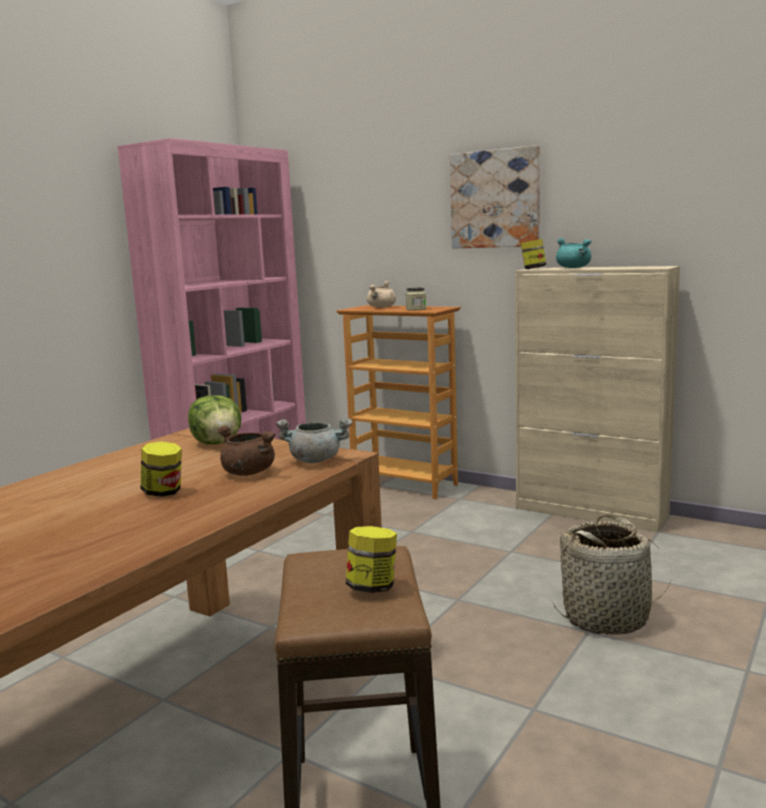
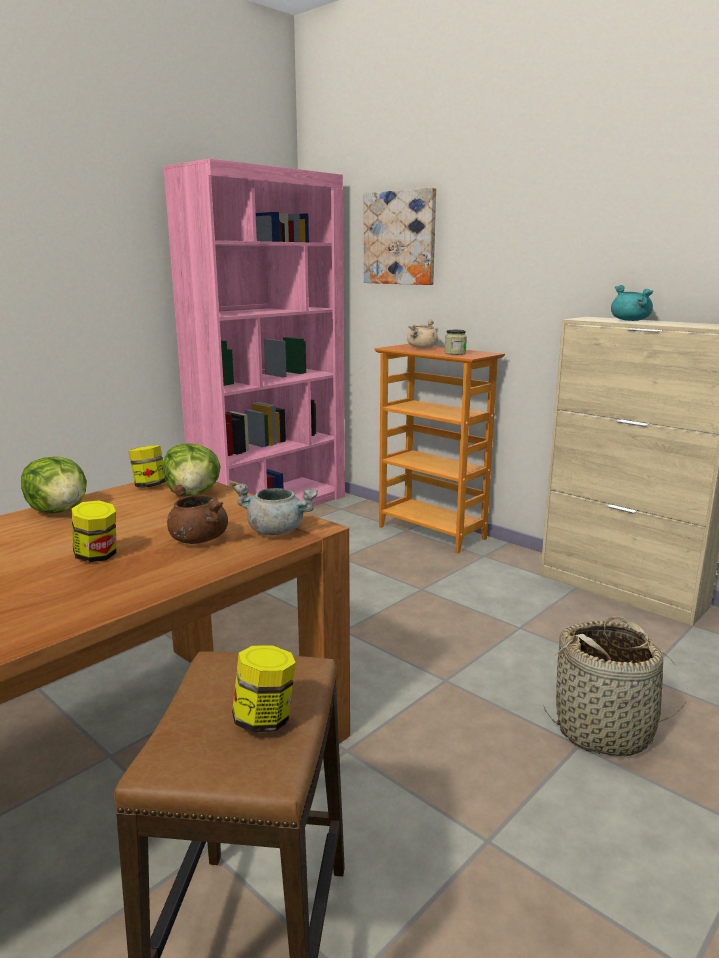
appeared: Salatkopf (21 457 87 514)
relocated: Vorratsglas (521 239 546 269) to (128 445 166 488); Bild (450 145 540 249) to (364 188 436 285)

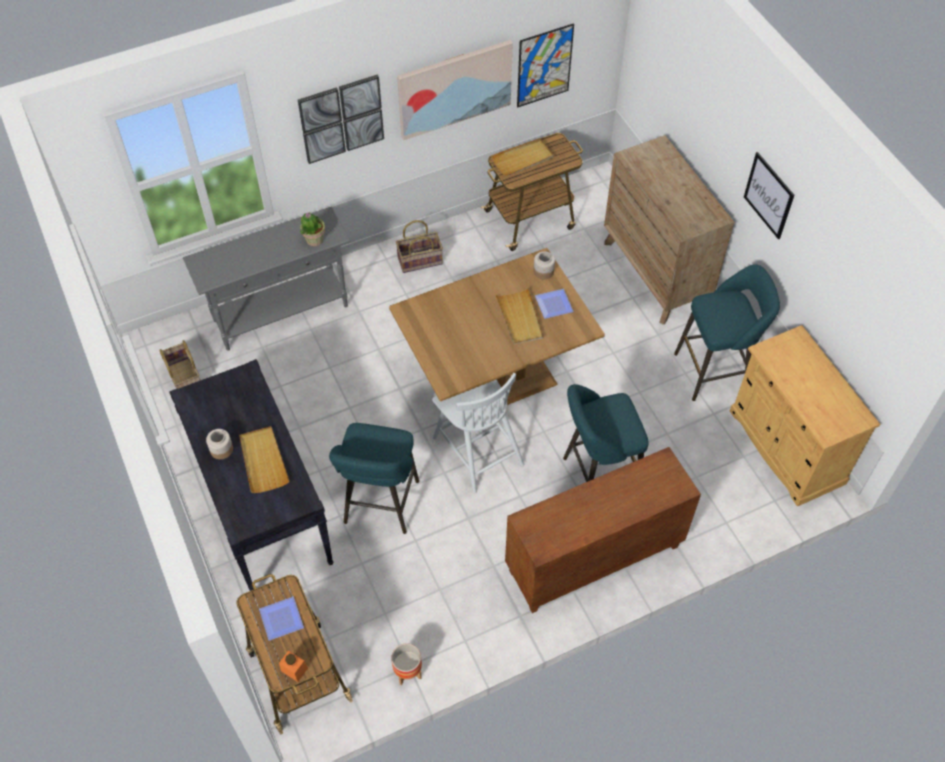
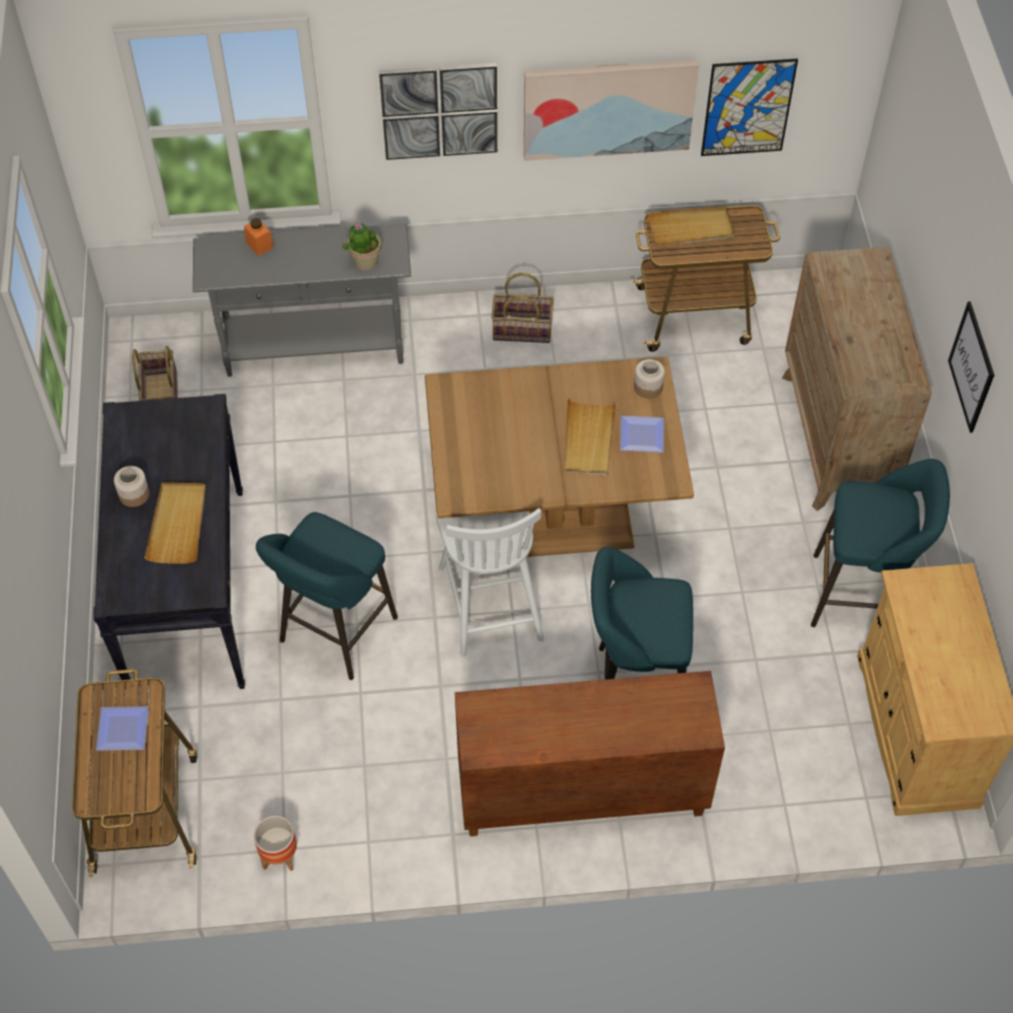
relocated: Vorratsglas (orange) (279 651 308 682) to (244 218 274 256)

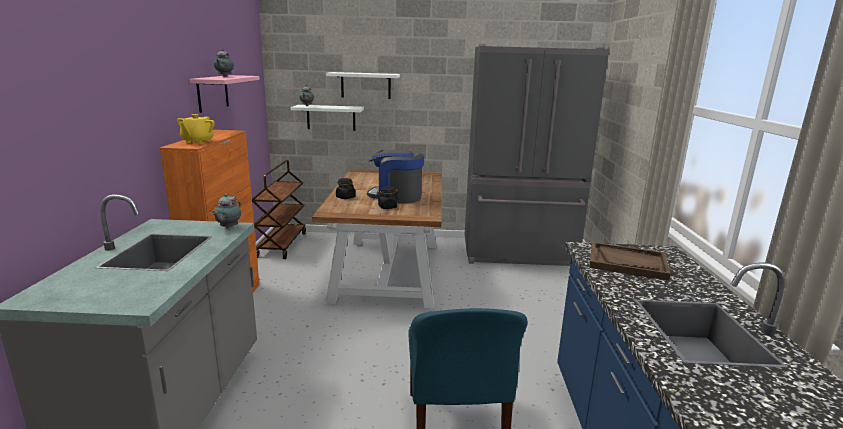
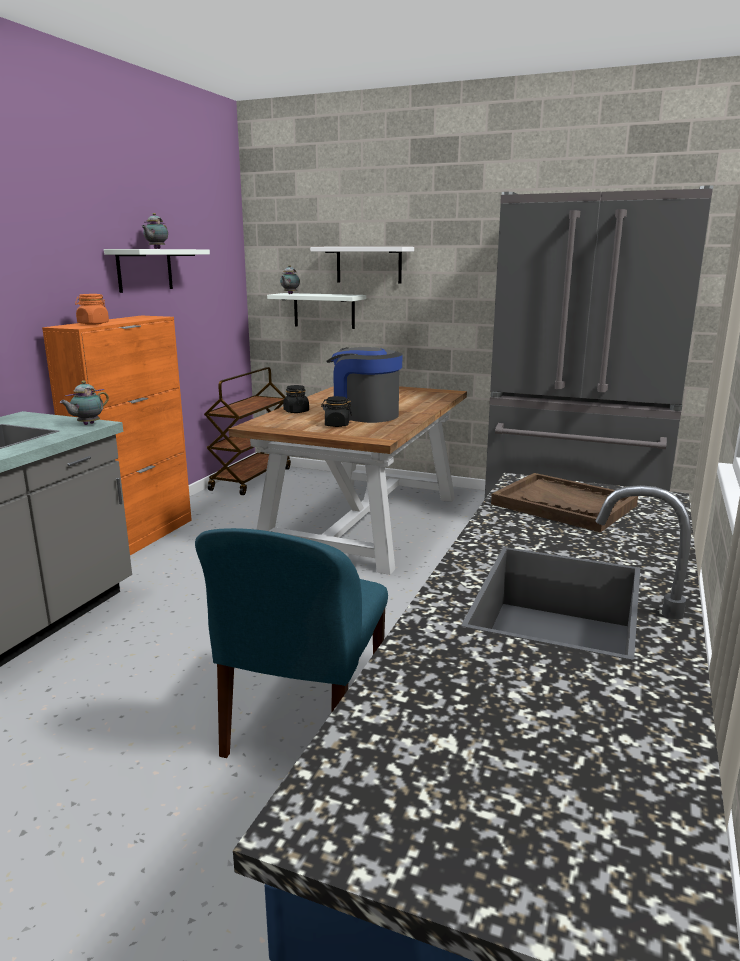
exchanged: Teekanne (gelb) (177 114 215 144) to Vorratsglas (orange) (75 294 109 325)
colour: Wandregal (rosa) (190 75 260 113) to Wandregal (weiß) (104 249 210 293)

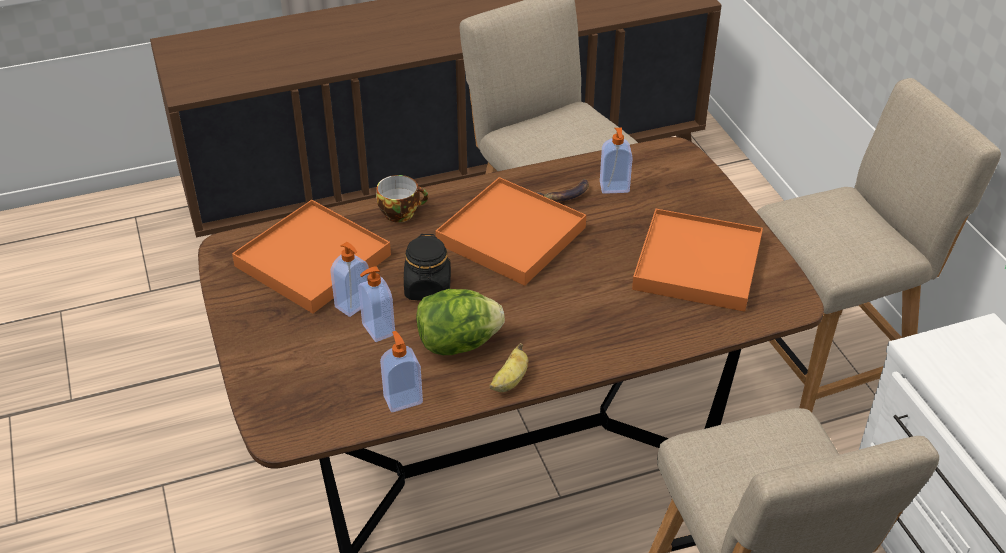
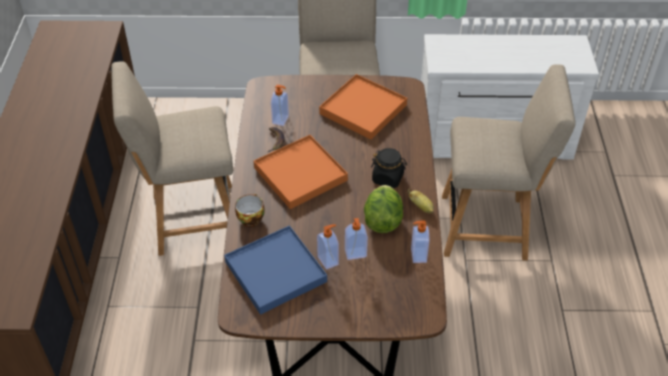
relocated: Vorratsglas (schwarz) (404 234 451 301) to (371 148 407 188)
colour: Tablett (orange) (232 200 391 314) to Tablett (blau) (224 225 327 315)

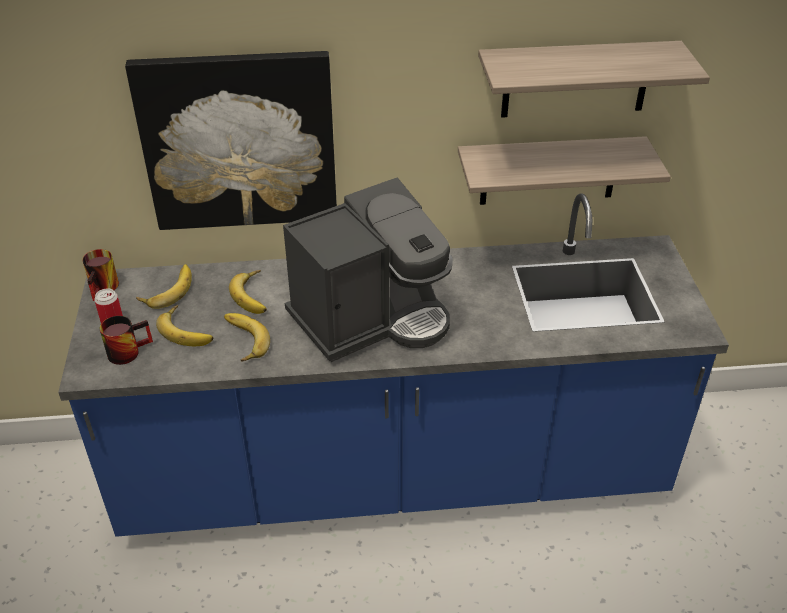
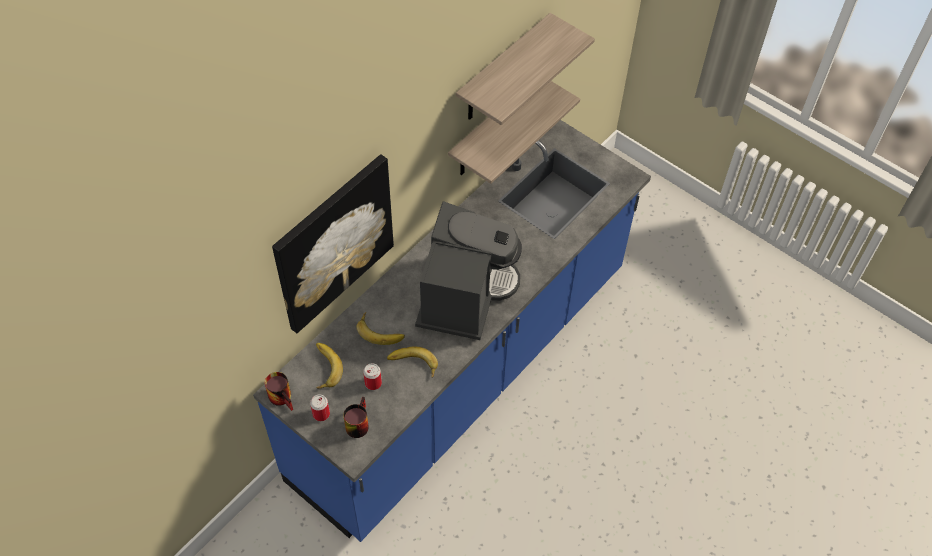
exchanged: Banane (156 305 213 346) to Dose (363 363 382 390)

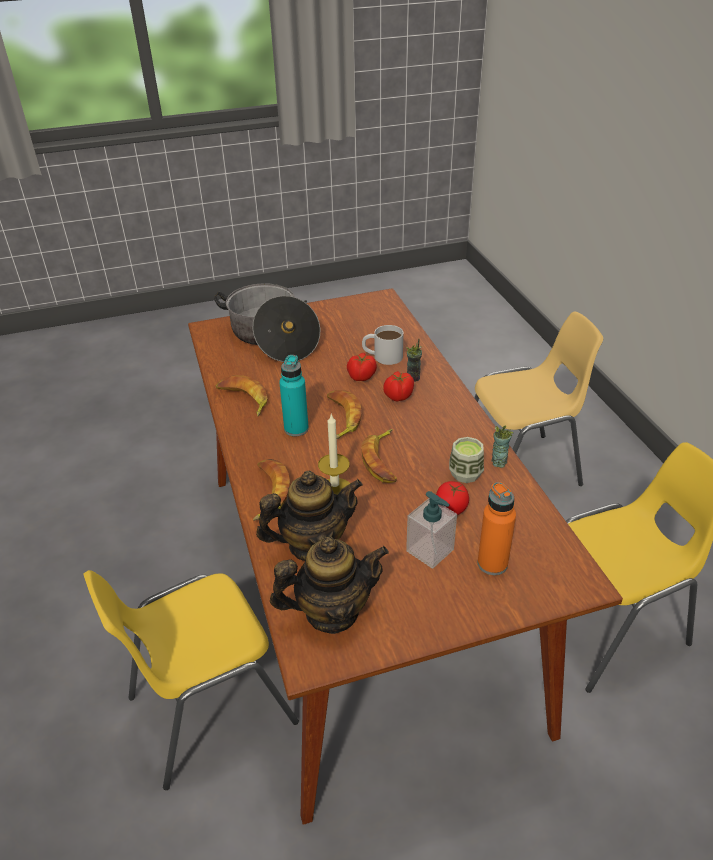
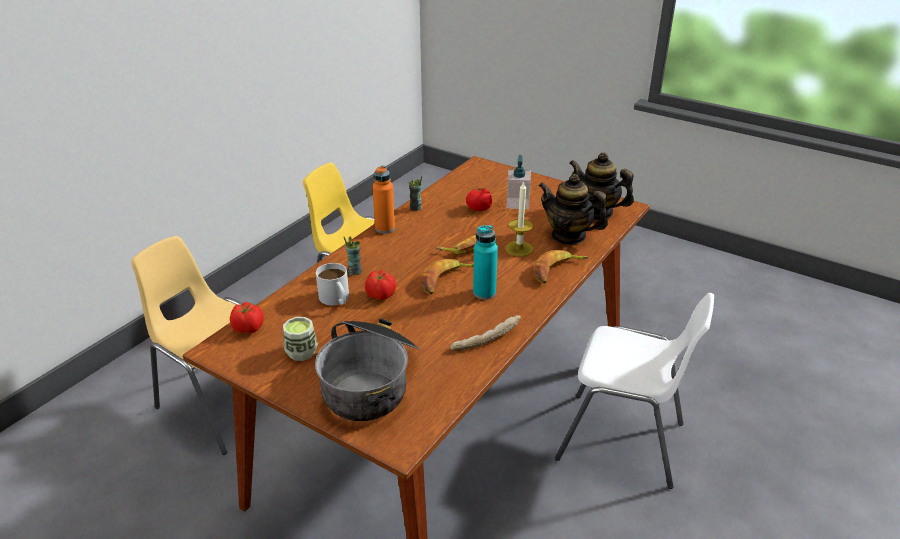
relocated: Tomate (383 371 414 402) to (230 302 264 333); Tasse (449 437 484 483) to (283 317 318 361); Flasche (orange) (478 482 516 575) to (372 165 395 234)
exchanged: Banane (215 375 268 417) to Brot (450 315 521 351)
colour: Stuhl (gelb) (83 570 299 790) to Stuhl (weiß) (555 293 714 489)

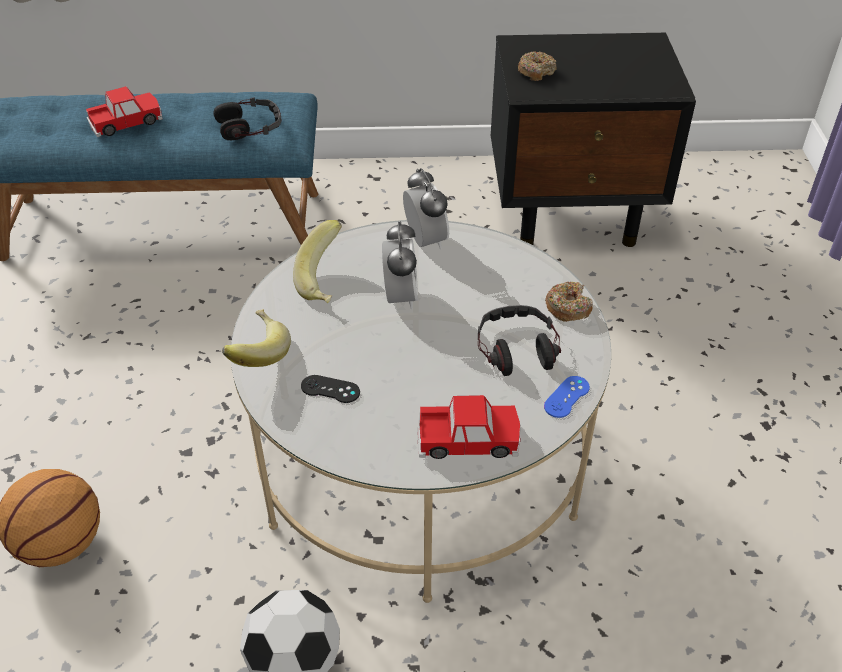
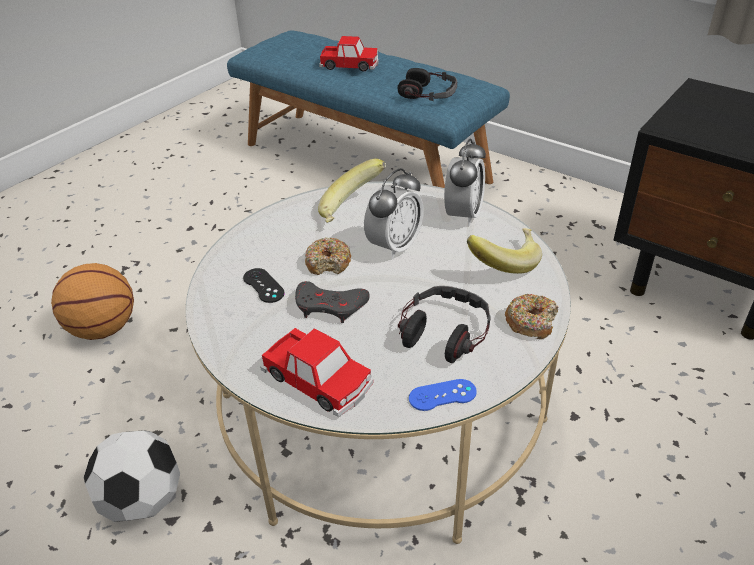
appeared: Gamepad (grau) (295 281 370 323)
relocated: Donut (518 51 557 81) to (305 237 351 275); Banane (222 309 291 367) to (467 228 542 274)

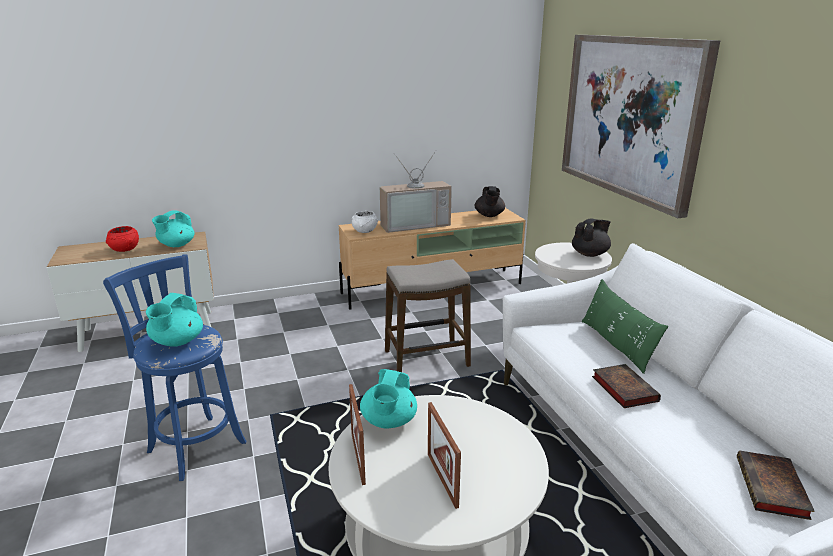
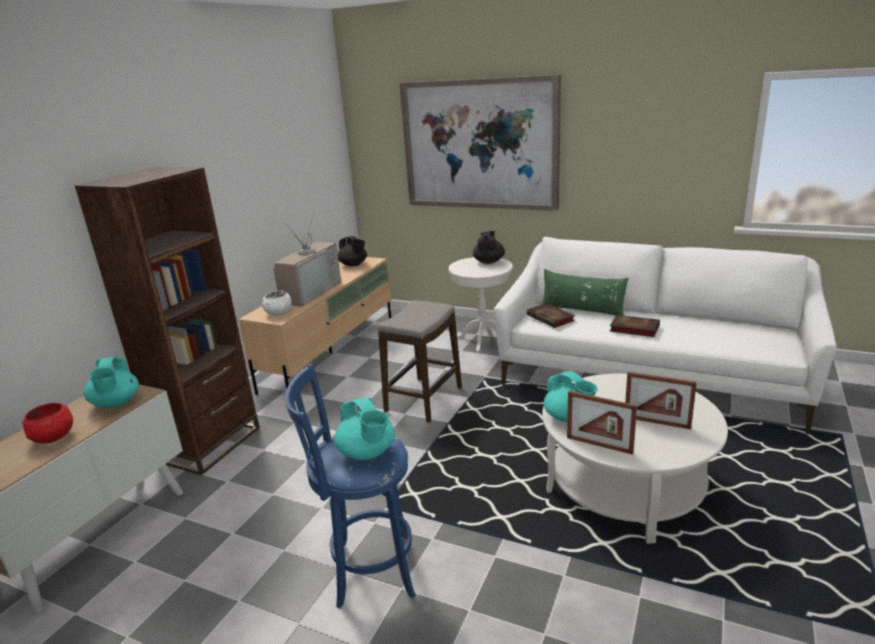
appeared: Bücherregal (braun) (75 167 260 475)
relocated: Buch (737 451 815 520) to (527 303 575 328)

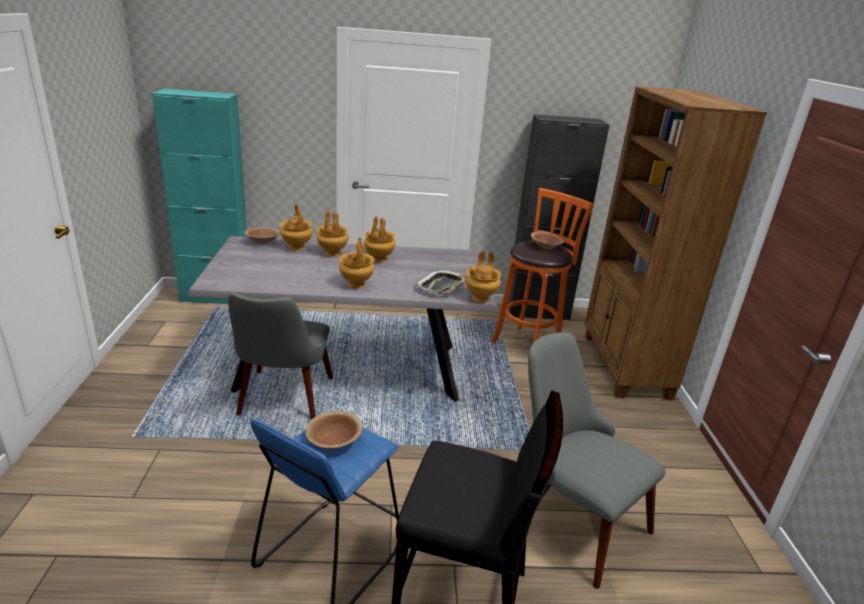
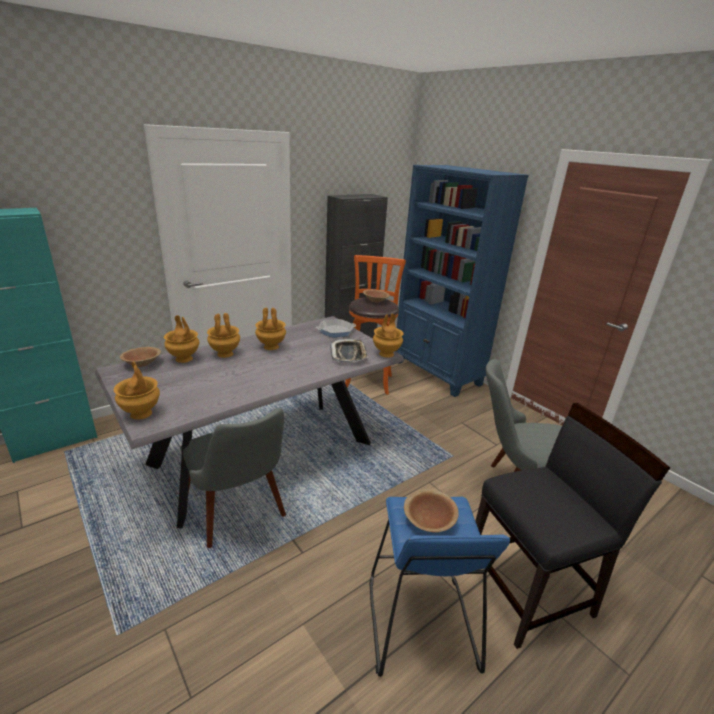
appeared: Pfanne (316 319 356 337)
relocated: Vase (braun) (339 237 374 288) to (114 362 160 420)
colour: Bücherregal (braun) (585 86 767 400) to Bücherregal (blau) (395 165 529 397)

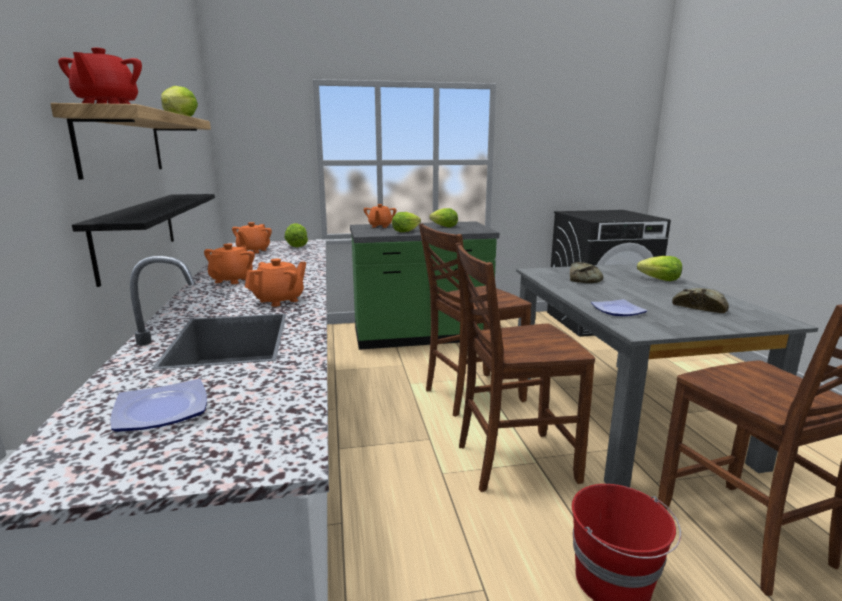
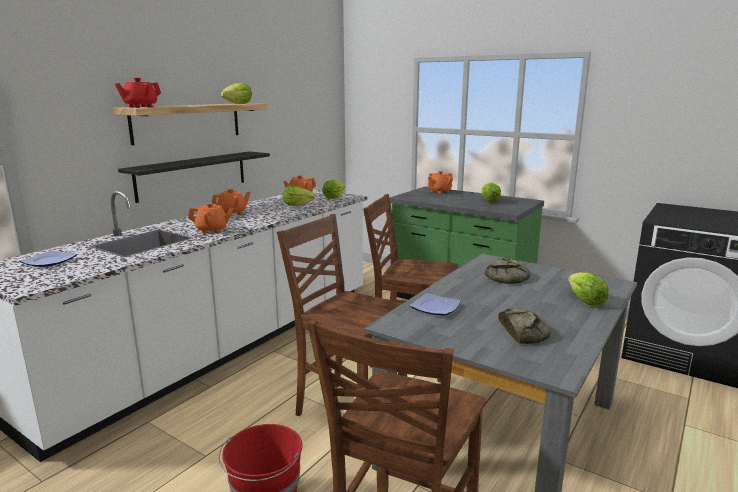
relocated: Salatkopf (392 212 421 232) to (283 186 315 206)

